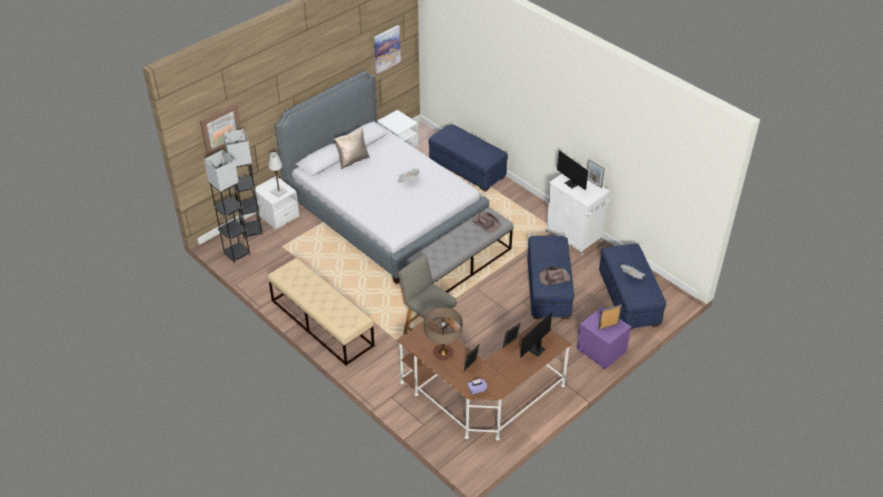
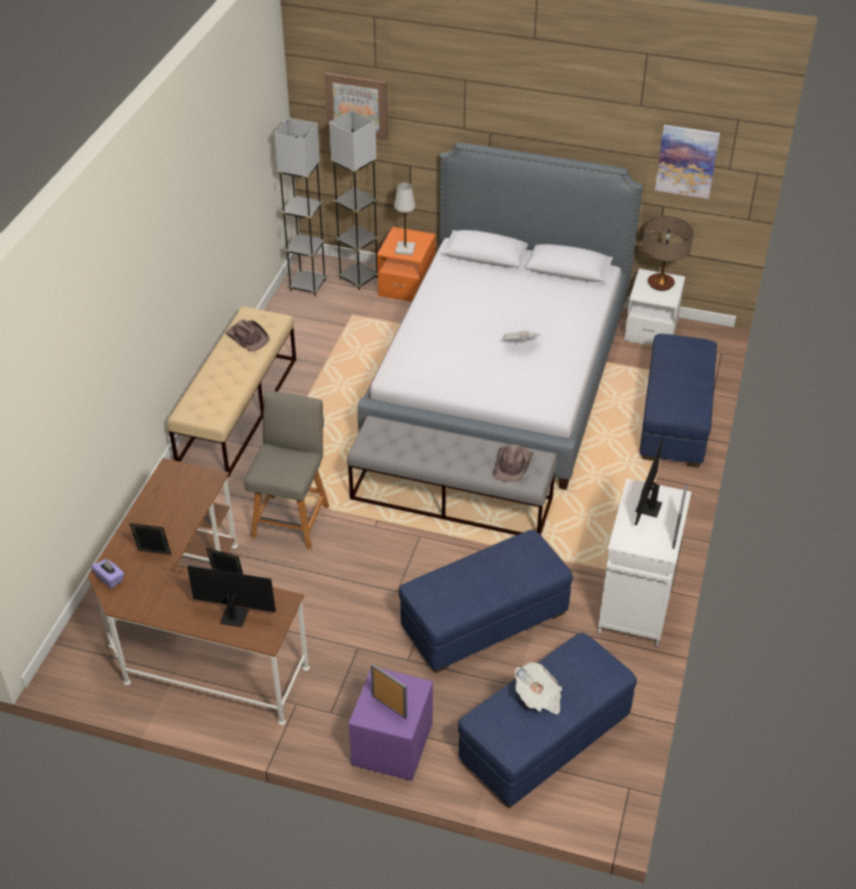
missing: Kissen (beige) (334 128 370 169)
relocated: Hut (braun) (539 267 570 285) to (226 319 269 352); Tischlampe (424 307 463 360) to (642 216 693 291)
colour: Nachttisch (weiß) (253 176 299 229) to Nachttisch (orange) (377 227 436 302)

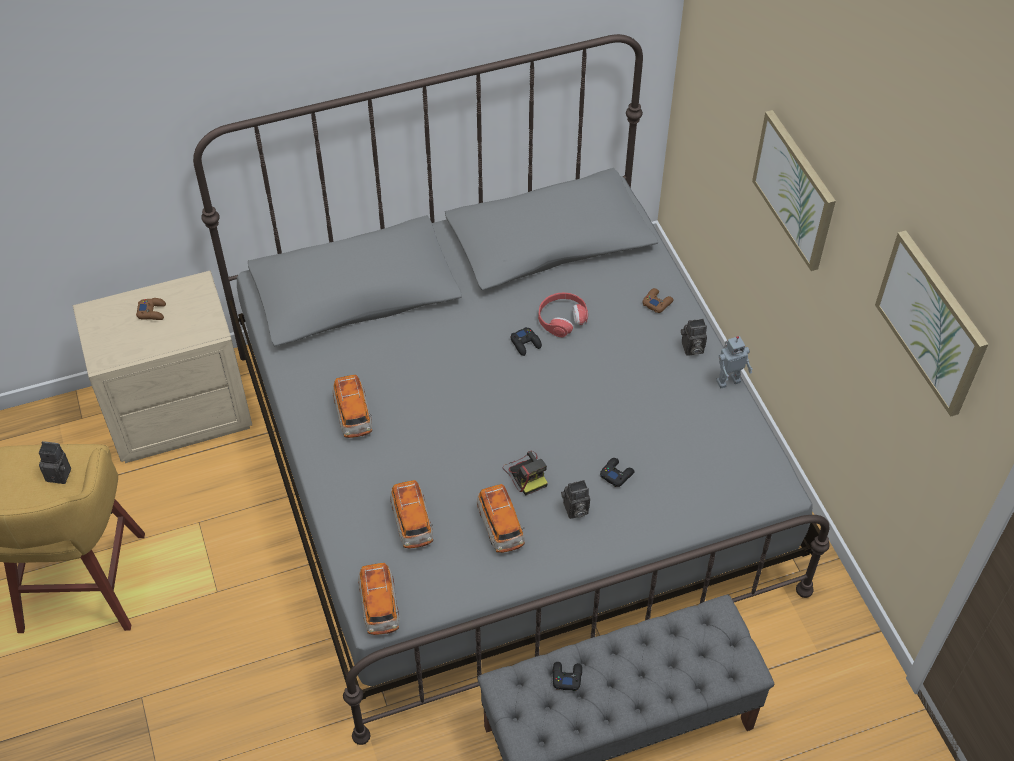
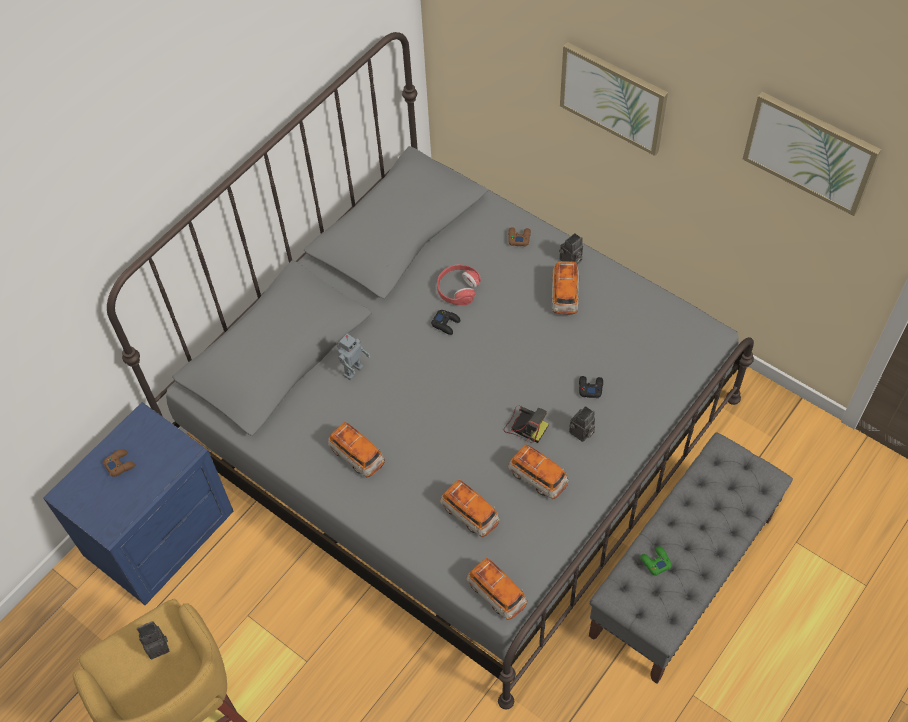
appeared: Spielzeugauto (551 261 580 315)
relocated: Spielzeugroboter (716 336 753 388) to (336 334 371 380)
colour: Nachttisch (beige) (73 270 252 463) to Nachttisch (blau) (43 402 233 605); Gamepad (schwarz) (553 662 582 691) to Gamepad (grün) (640 546 672 576)

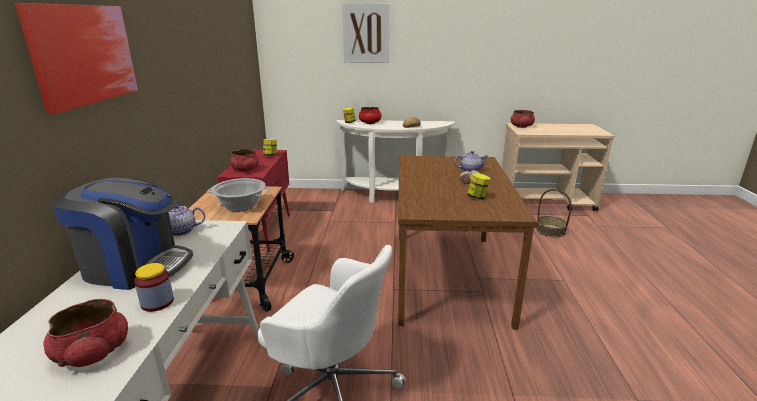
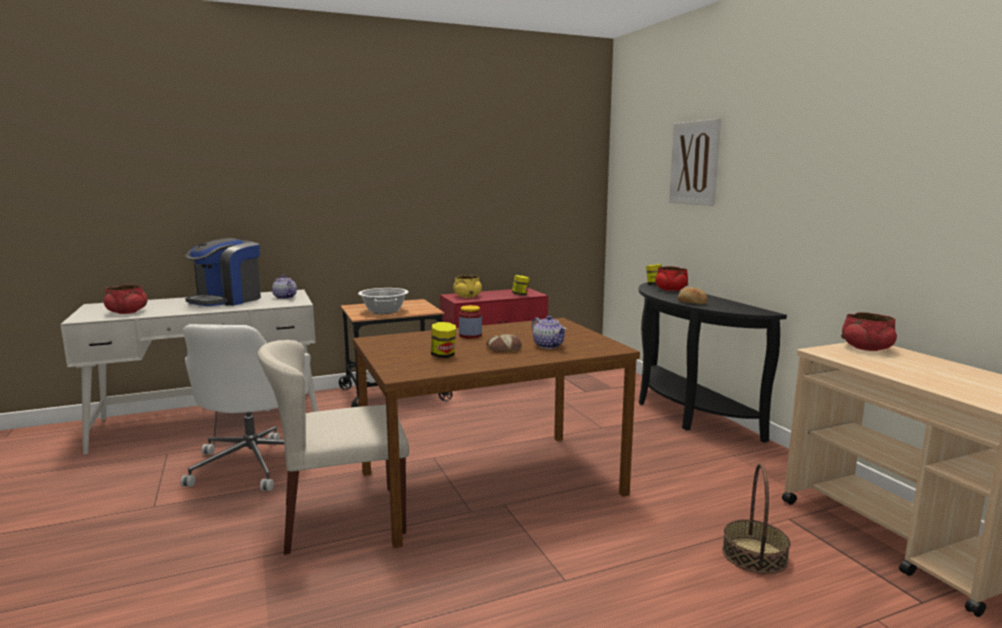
missing: Bild (15 3 138 114)
appeared: Stuhl (beige) (258 340 409 555)
relocated: Vorratsglas (134 263 174 312) to (459 305 482 339)
colour: Schüssel (rot) (230 149 259 172) to Schüssel (gelb) (453 275 482 298); Konsolentisch (weiß) (336 120 455 203) to Konsolentisch (schwarz) (639 282 787 443)
spun: Kaffeemaschine (52 177 193 290) = (185 238 261 306) 45 degrees clockwise

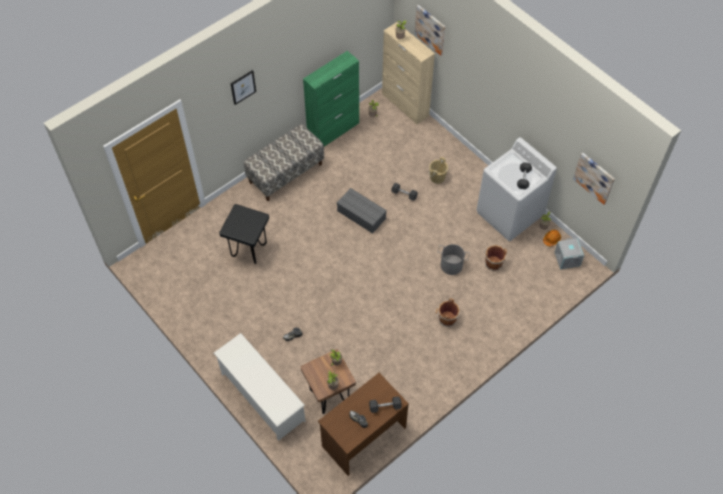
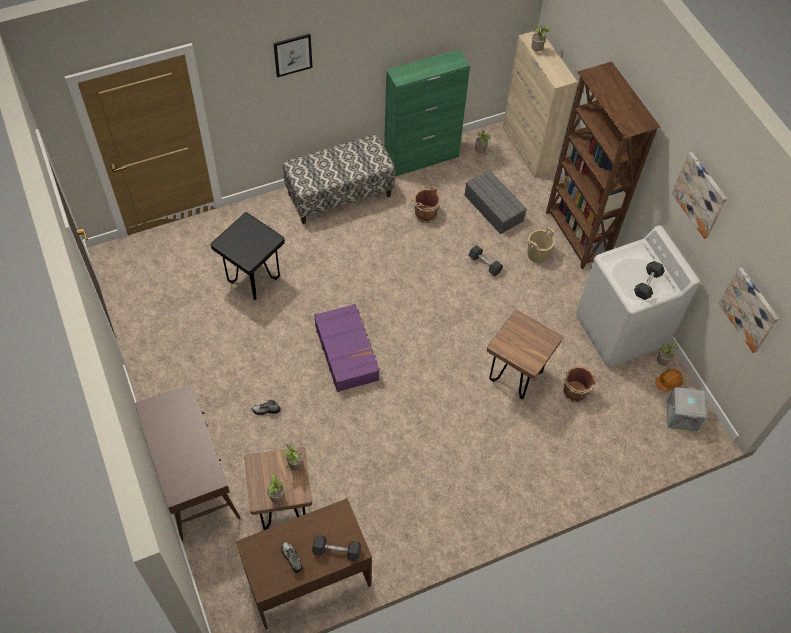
appeared: Koffer (lila) (314 304 380 392); Bücherregal (braun) (546 61 660 269)
relocated: Eimer (braun) (436 298 460 327) to (411 186 440 223); Aufbewahrungsbox (grau) (337 188 387 234) to (464 170 527 234); Bild (415 5 445 55) to (672 152 727 239)
exchanged: Schuhregal (weiß) (214 333 306 441) to Konsolentisch (braun) (135 384 241 541); Eimer (grau) (438 244 470 275) to Hocker (braun) (487 310 563 399)

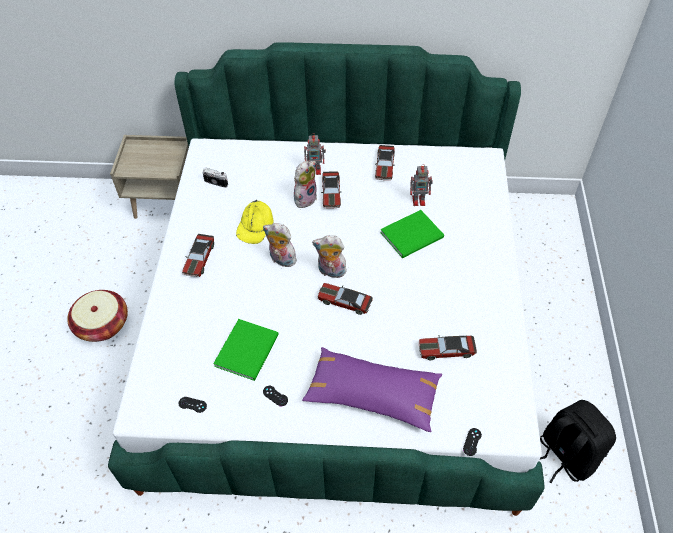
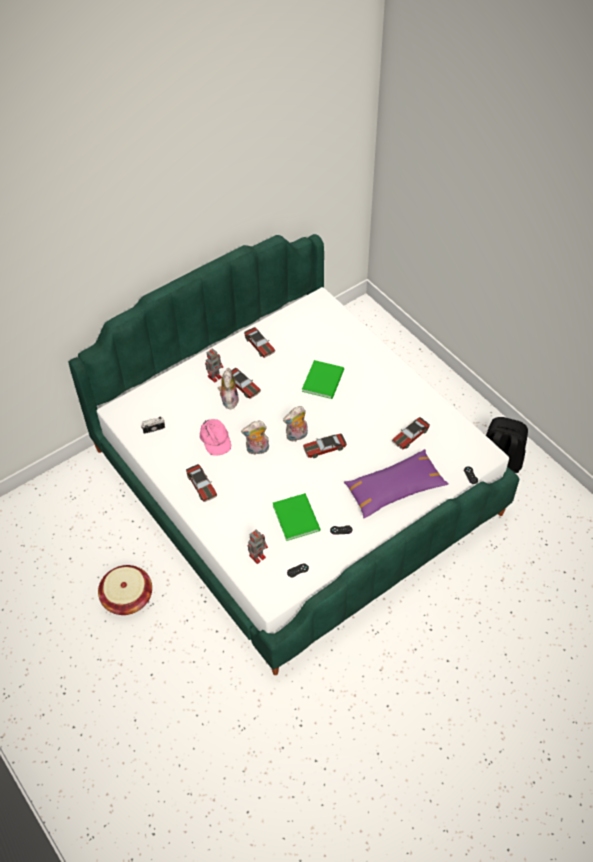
missing: Nachttisch (beige) (110 135 189 219)
relocated: Spielzeugroboter (410 164 433 206) to (248 530 268 564)
colour: Kappe (gelb) (236 200 274 244) to Kappe (rosa) (200 419 231 456)

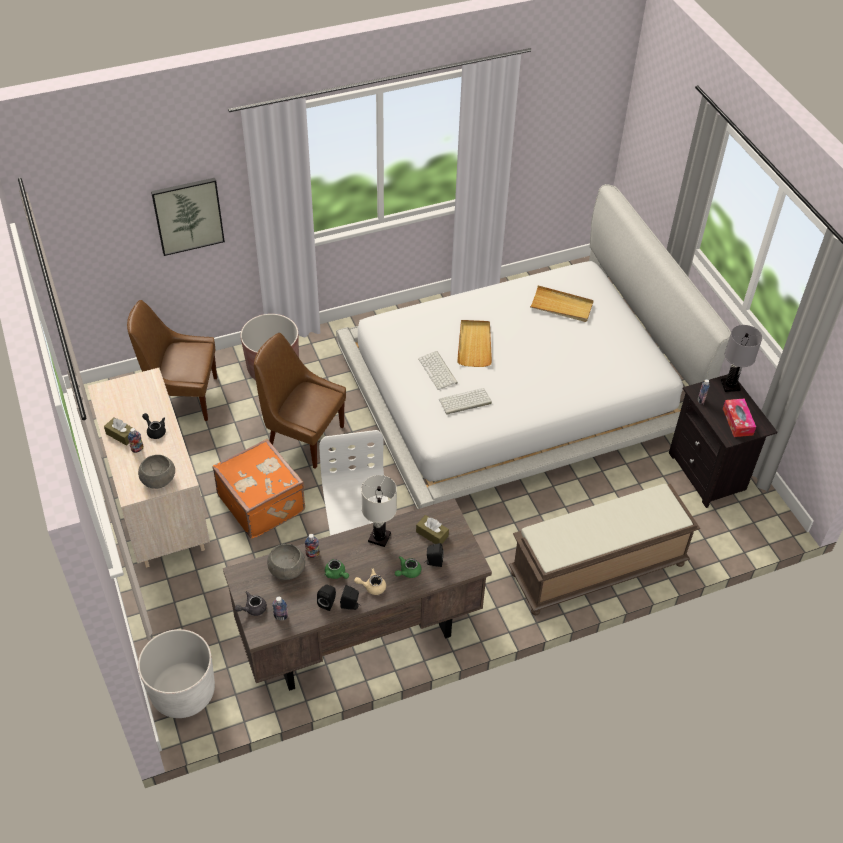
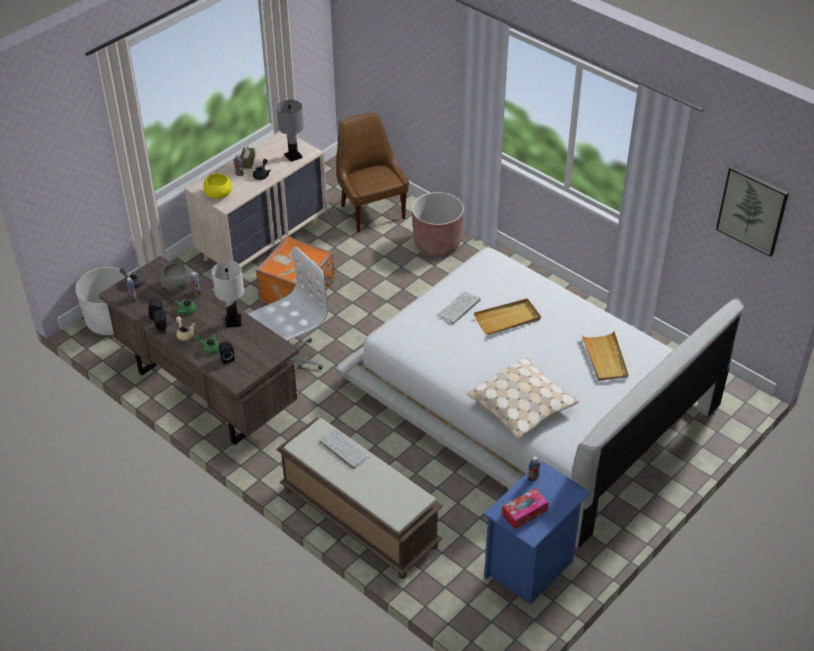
missing: Stuhl (braun) (254 333 346 469); Taschentuchbox (braun) (416 515 449 544)
appeared: Kissen (beige) (467 358 579 439)
relocated: Tischlampe (grau) (721 325 762 392) to (277 100 304 162); Tastatur (439 388 492 415) to (319 430 370 469); Bild (151 178 225 256) to (716 166 789 257)
colour: Schüssel (grau) (138 455 175 489) to Schüssel (gelb) (203 174 232 199); Nachttisch (schwarz) (669 374 778 508) to Nachttisch (blau) (484 460 590 605)

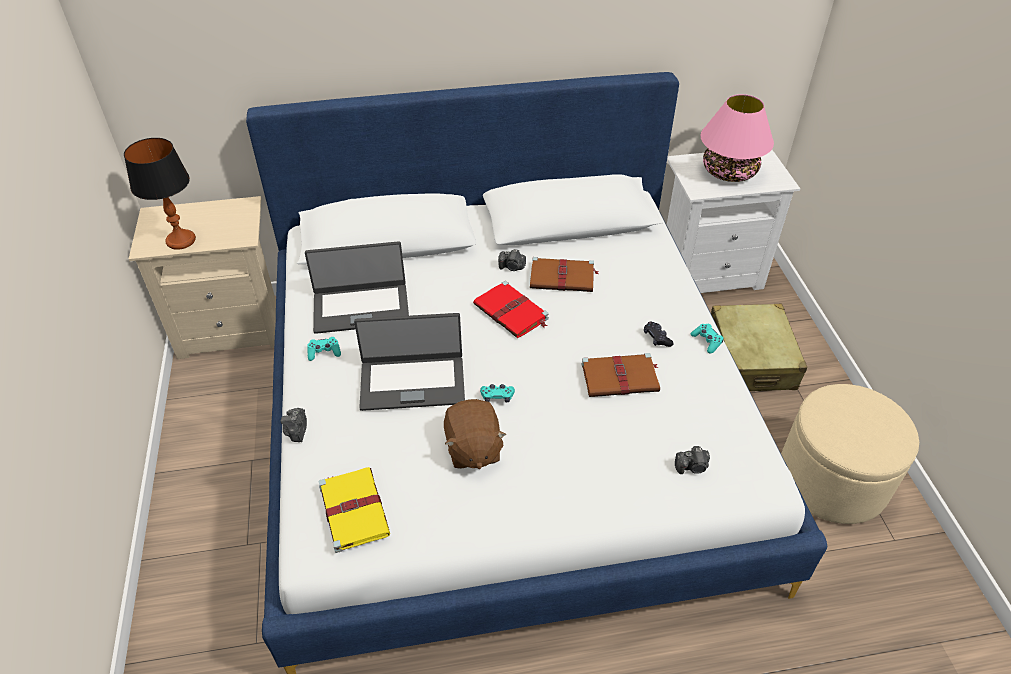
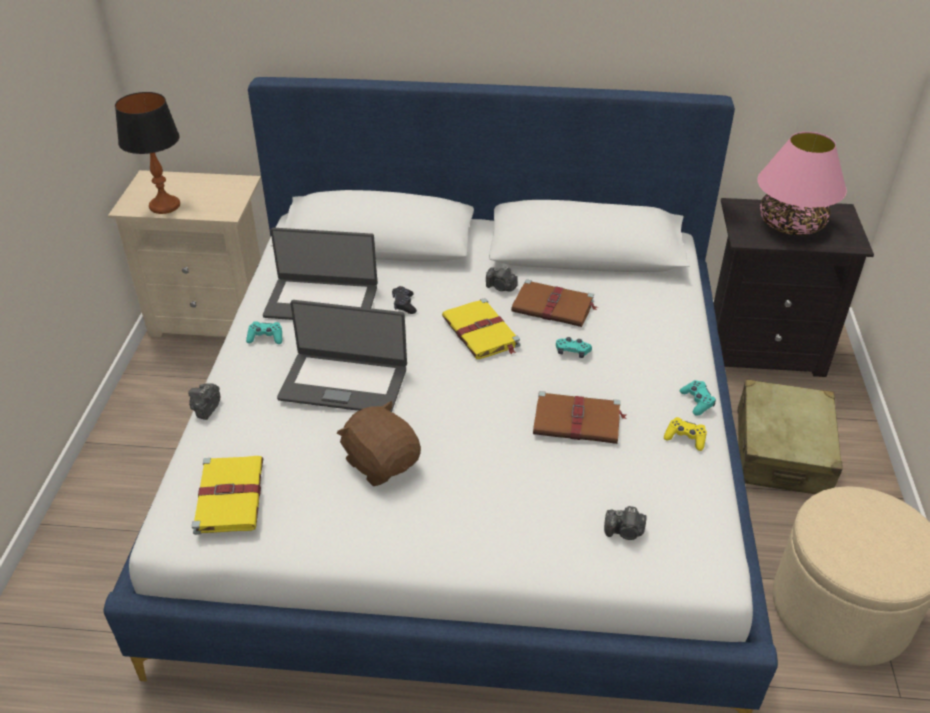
appeared: Gamepad (gelb) (664 417 707 451)
relocated: Gamepad (schwarz) (644 322 674 347) to (392 286 417 314); Gamepad (türkis) (480 384 515 402) to (556 337 592 358)
colour: Buch (rot) (473 281 549 338) to Buch (gelb) (442 298 520 359); Nachttisch (weiß) (667 150 800 293) to Nachttisch (schwarz) (714 198 874 377)
spun: Plüschtier (braun) (444 399 507 469) = (337 401 421 486) 135 degrees clockwise

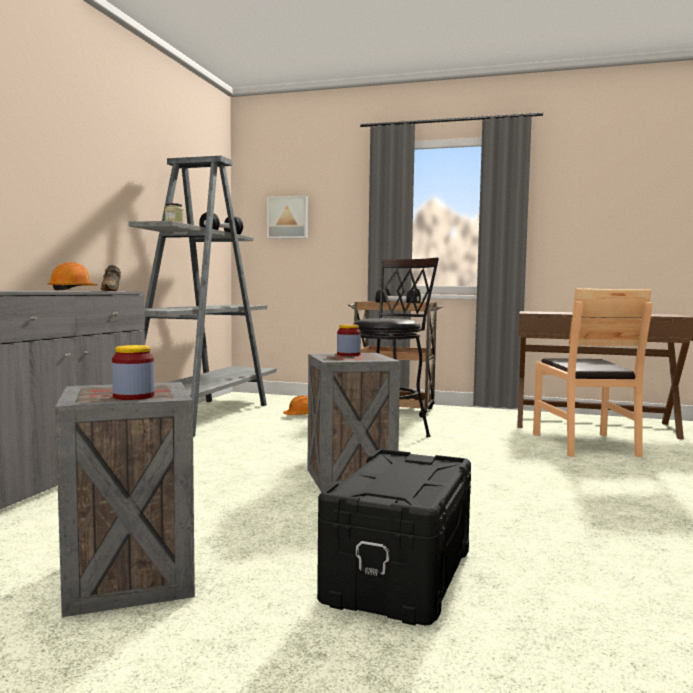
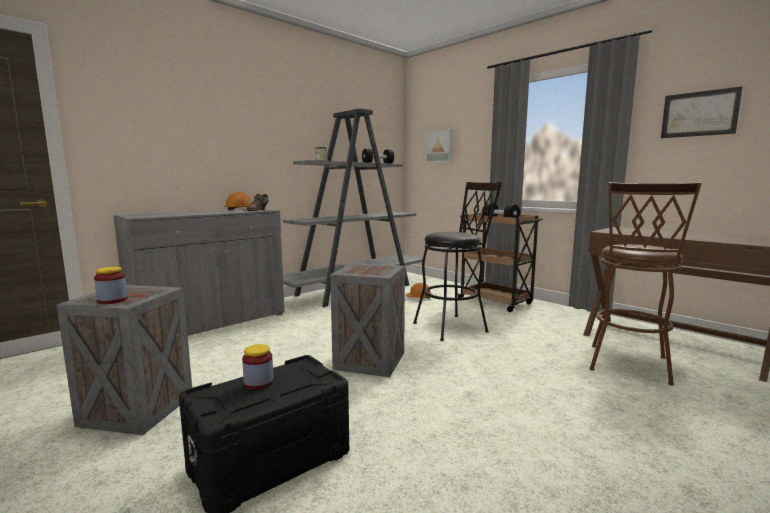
appeared: Bild (661 86 743 138)
relocated: Vorratsglas (337 324 361 356) to (242 344 274 390)
exchanged: Stuhl (braun) (533 288 652 457) to Hocker (braun) (589 182 701 385)

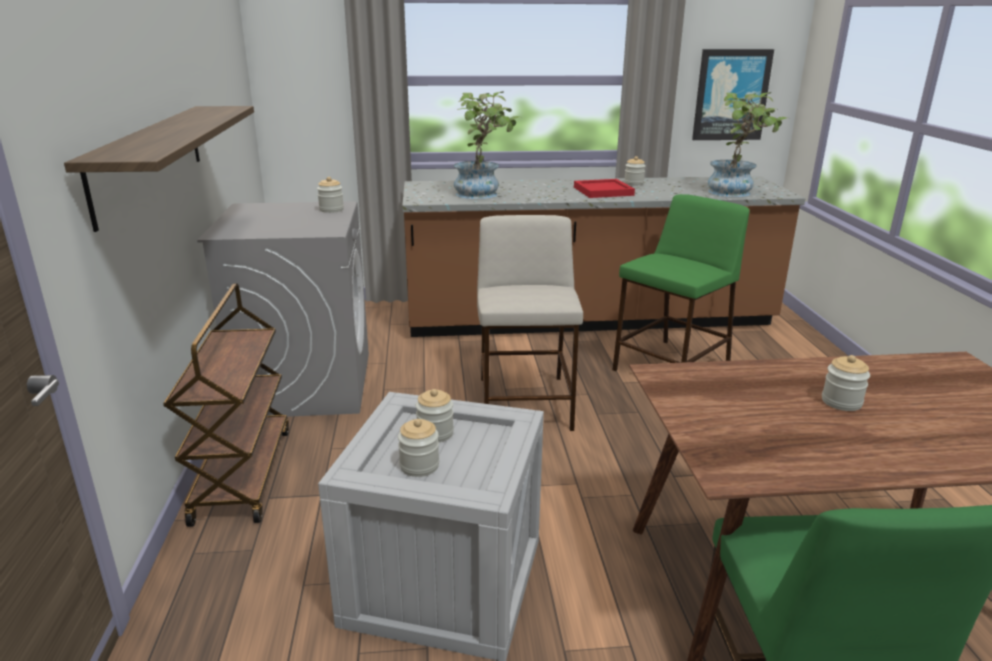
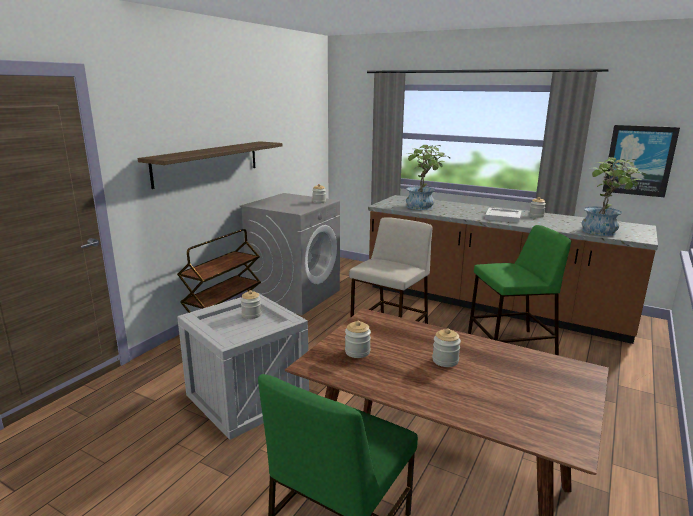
relocated: Vorratsglas (398 419 439 477) to (345 321 371 358)
colour: Tablett (rot) (574 179 635 198) to Tablett (weiß) (485 208 522 223)

